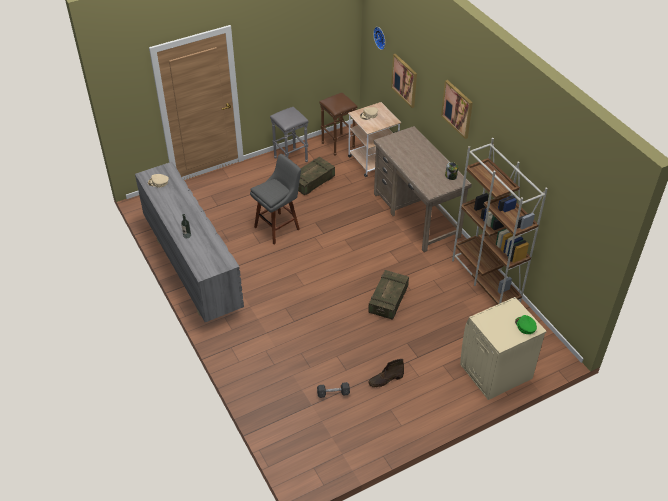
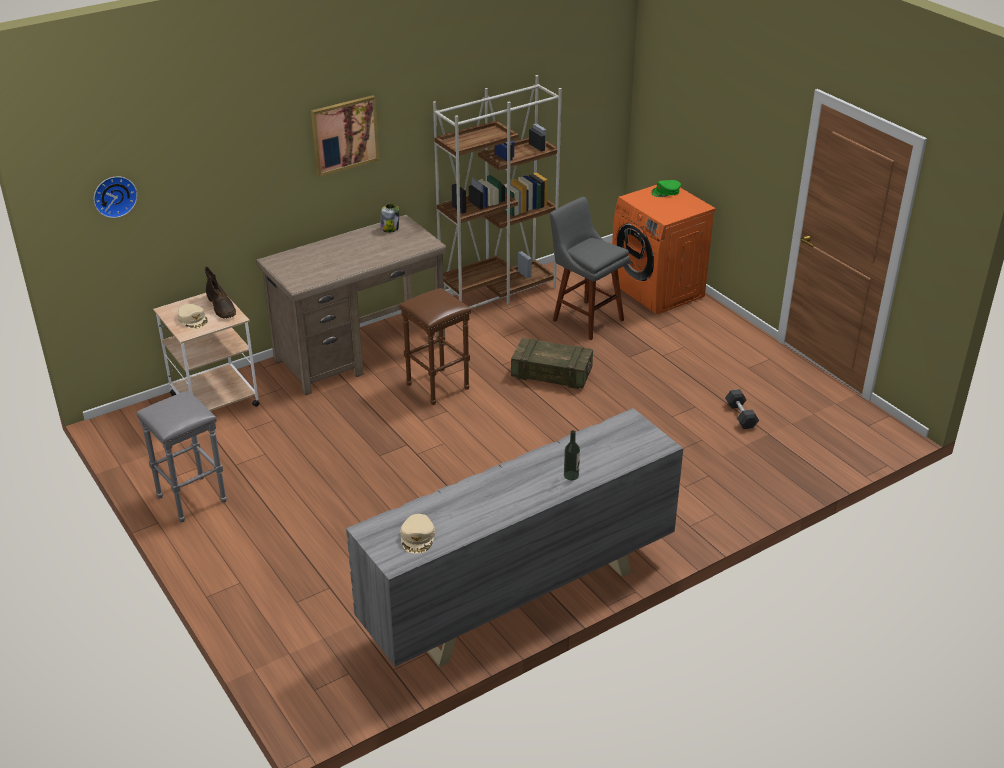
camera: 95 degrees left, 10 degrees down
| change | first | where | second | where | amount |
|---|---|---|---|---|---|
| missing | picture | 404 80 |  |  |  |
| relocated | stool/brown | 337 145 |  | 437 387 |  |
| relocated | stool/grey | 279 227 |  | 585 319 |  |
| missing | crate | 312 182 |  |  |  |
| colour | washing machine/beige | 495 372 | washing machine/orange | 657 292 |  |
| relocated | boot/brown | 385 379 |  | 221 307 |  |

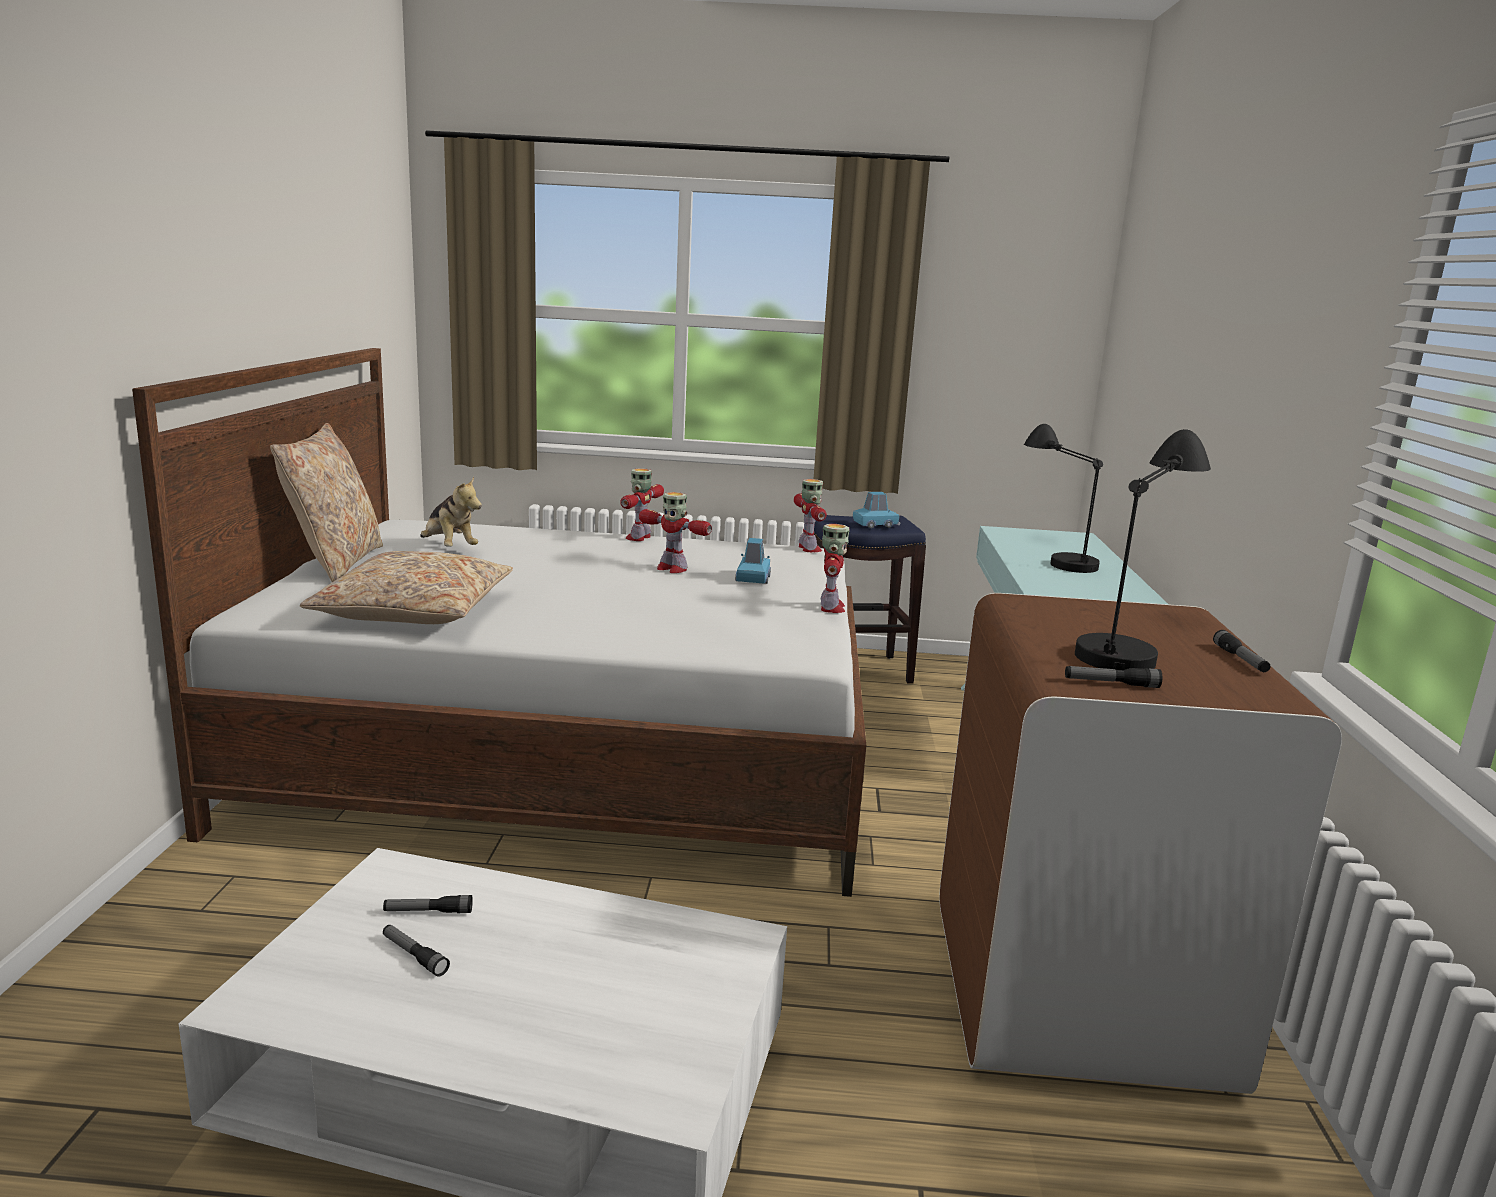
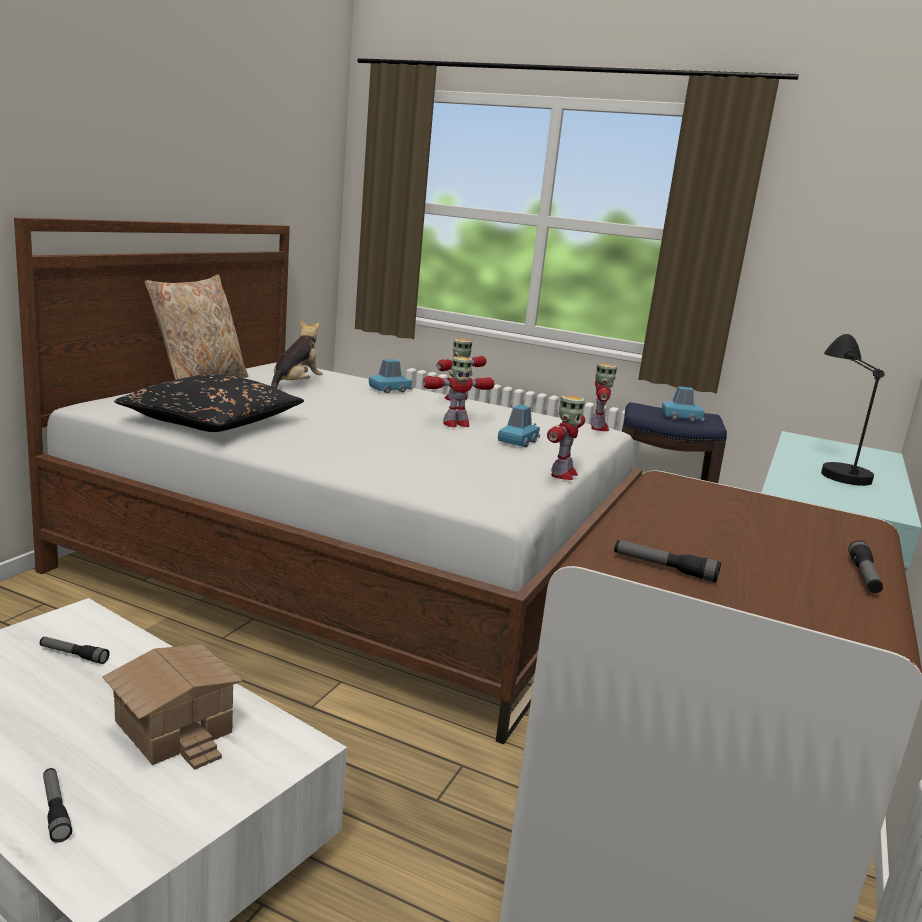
camera: 20 degrees right, 0 degrees up
| change | first | where | second | where | amount |
|---|---|---|---|---|---|
| missing | table lamp/black | 1131 640 |  |  |  |
| spun | plush toy | 449 548 |  | 295 385 | 135 degrees counterclockwise |
| spun | toy robot | 671 568 |  | 455 424 | 75 degrees counterclockwise |
| colour | pillow/beige | 414 610 | pillow/black | 212 421 |  |
| relocated | flashlight | 414 956 |  | 55 810 |  |
| appeared |  |  | toy car/blue | 390 390 |  |
| appeared |  |  | toy house | 175 726 |  |

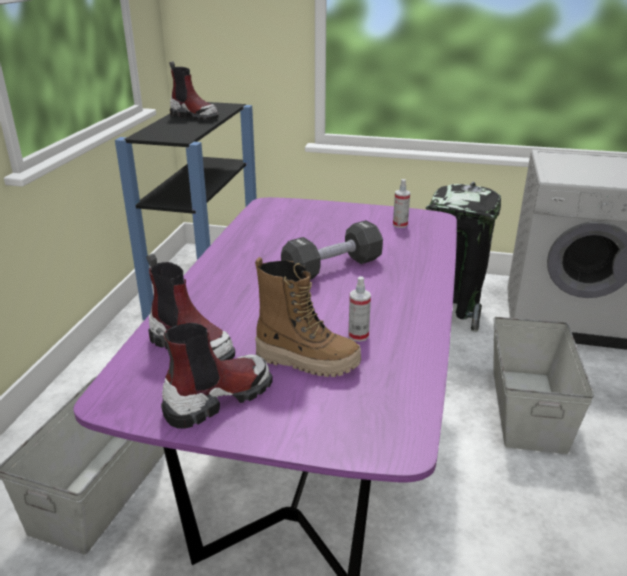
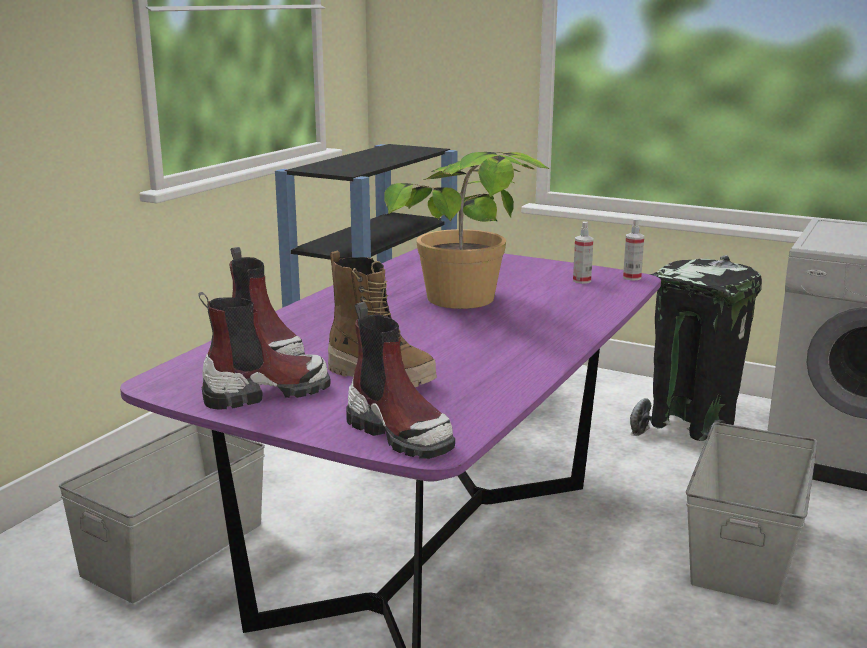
camera: 15 degrees right, 10 degrees down
| change | first | where | second | where | amount |
|---|---|---|---|---|---|
| relocated | boot | 194 116 |  | 400 433 |  |
| exchanged | dumbbell/black | 332 268 | potted plant | 468 310 |  |
| relocated | spray bottle | 358 336 |  | 632 277 |  |

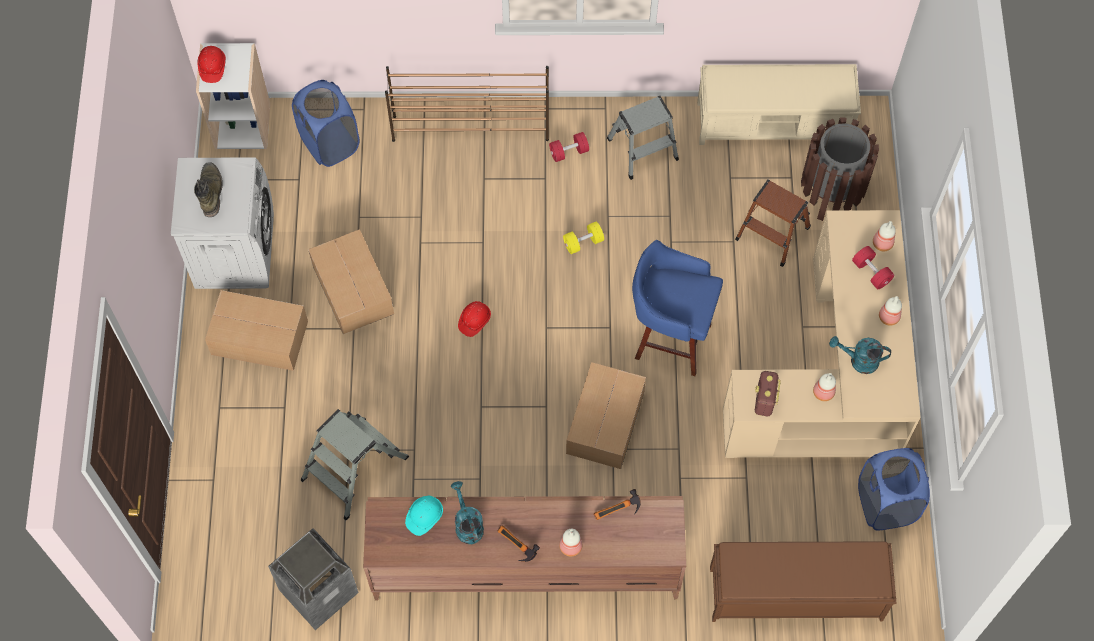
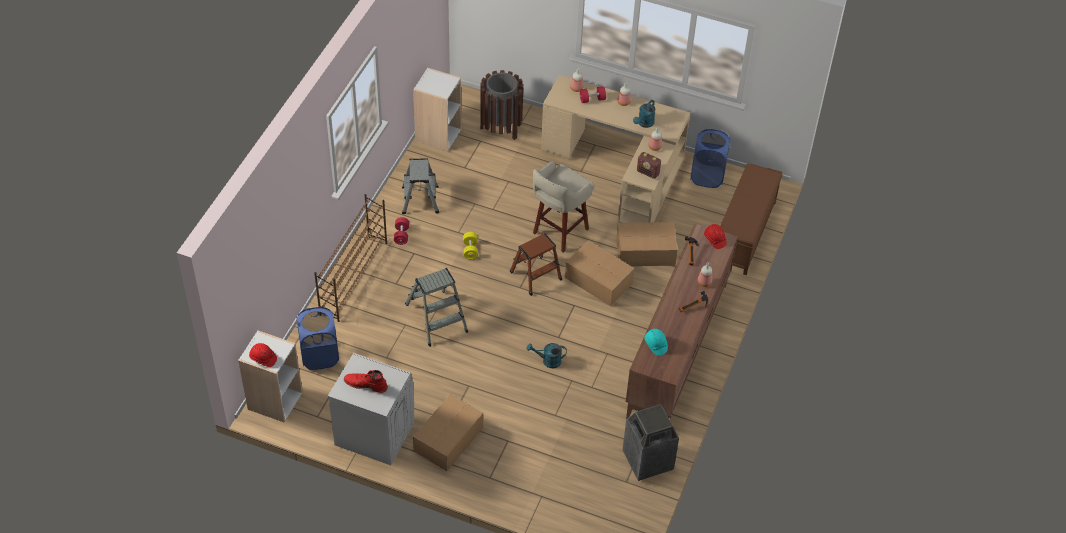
camera: 70 degrees left, 15 degrees down
| change | first | where | second | where | amount |
|---|---|---|---|---|---|
| exchanged | bench/beige | 774 122 | bookcase | 438 135 |  |
| colour | boot/green | 211 191 | boot/red | 365 384 |  |
| relocated | step ladder/brown | 772 232 |  | 535 275 |  |
| relocated | cardboard box | 353 288 |  | 644 251 |  |
| colour | stool/blue | 669 340 | stool/beige | 559 232 |  |
| relocated | hard hat/red | 474 321 |  | 714 239 |  |
| relocated | step ladder/grey | 355 468 |  | 436 317 |  |
| relocated | watering can/turquoise | 467 524 |  | 548 361 |  |

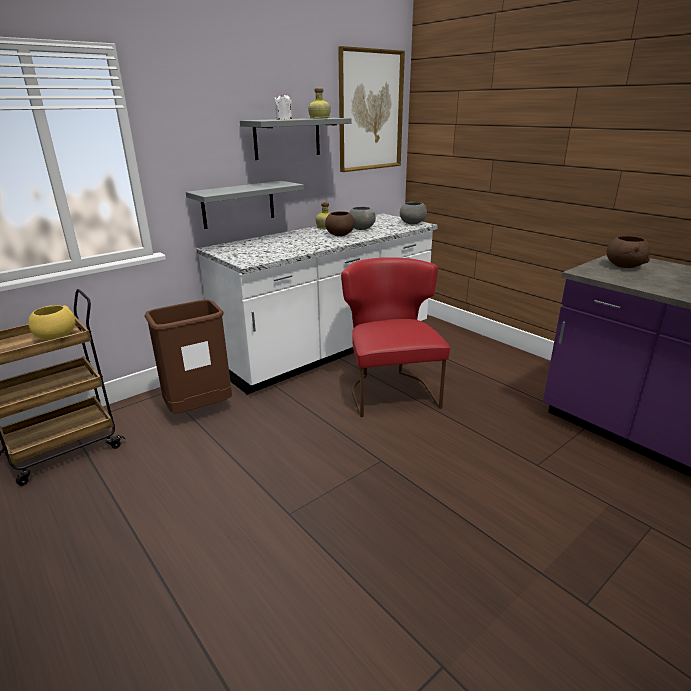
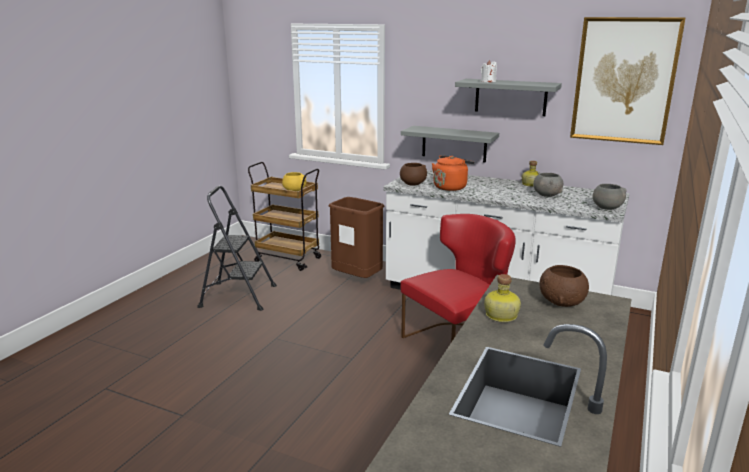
camera: 65 degrees right, 5 degrees down
| change | first | where | second | where | amount |
|---|---|---|---|---|---|
| relocated | bottle | 319 118 |  | 500 315 |  |
| relocated | bowl/brown | 340 235 |  | 412 184 |  |
| appeared |  |  | kettle/orange | 451 187 |  |
| appeared |  |  | step ladder/black | 236 295 |  |

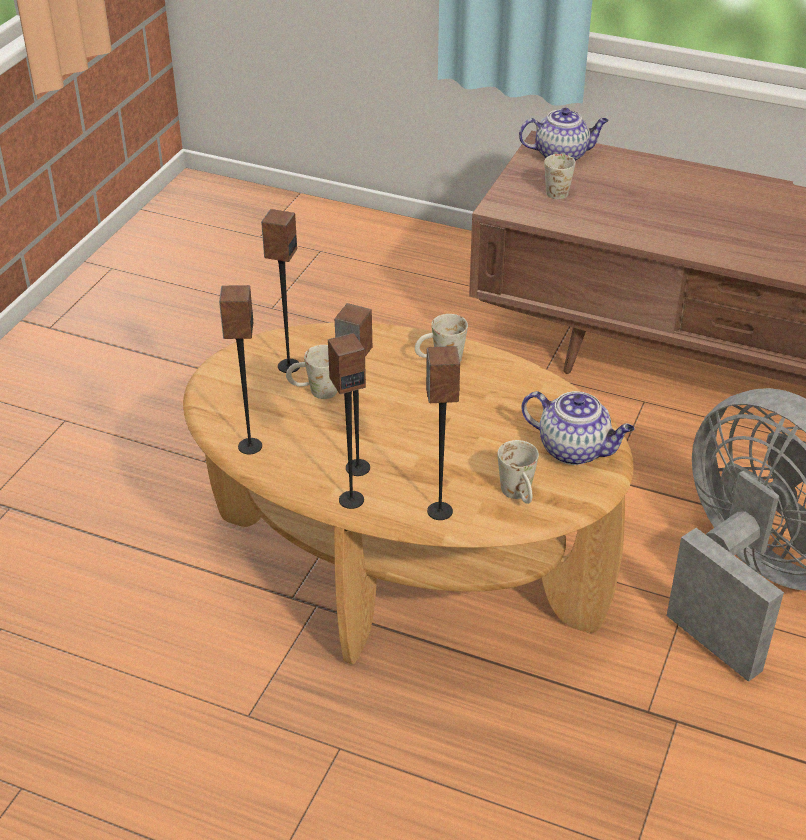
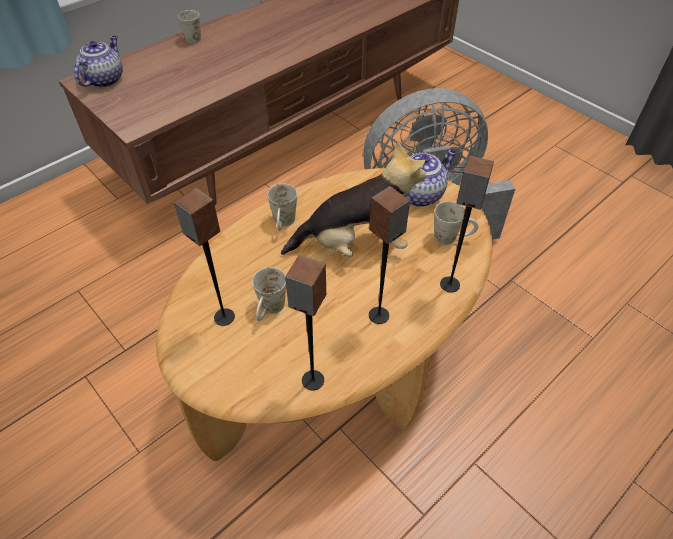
camera: 65 degrees left, 10 degrees up
| change | first | where | second | where | amount |
|---|---|---|---|---|---|
| relocated | mug/white | 559 190 |  | 190 37 |  |
| missing | speaker | 351 499 |  |  |  |
| appeared |  |  | plush toy | 355 244 |  |

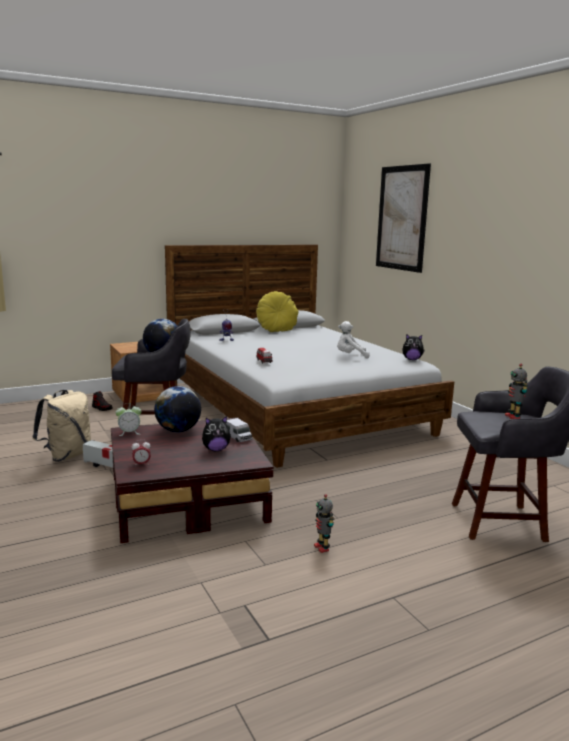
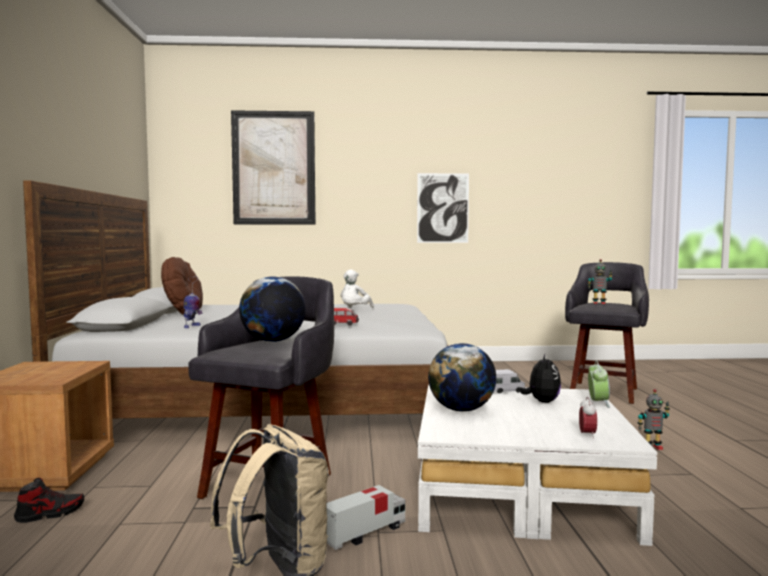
camera: 65 degrees left, 10 degrees down
| change | first | where | second | where | amount |
|---|---|---|---|---|---|
| colour | pillow/yellow | 276 331 | pillow/brown | 183 313 |  |
| missing | plush toy | 412 359 |  |  |  |
| relocated | alarm clock | 129 433 |  | 598 403 |  |
| colour | coffee table/brown | 188 497 | coffee table/white | 518 488 |  |
| appeared |  |  | picture | 443 208 |  |

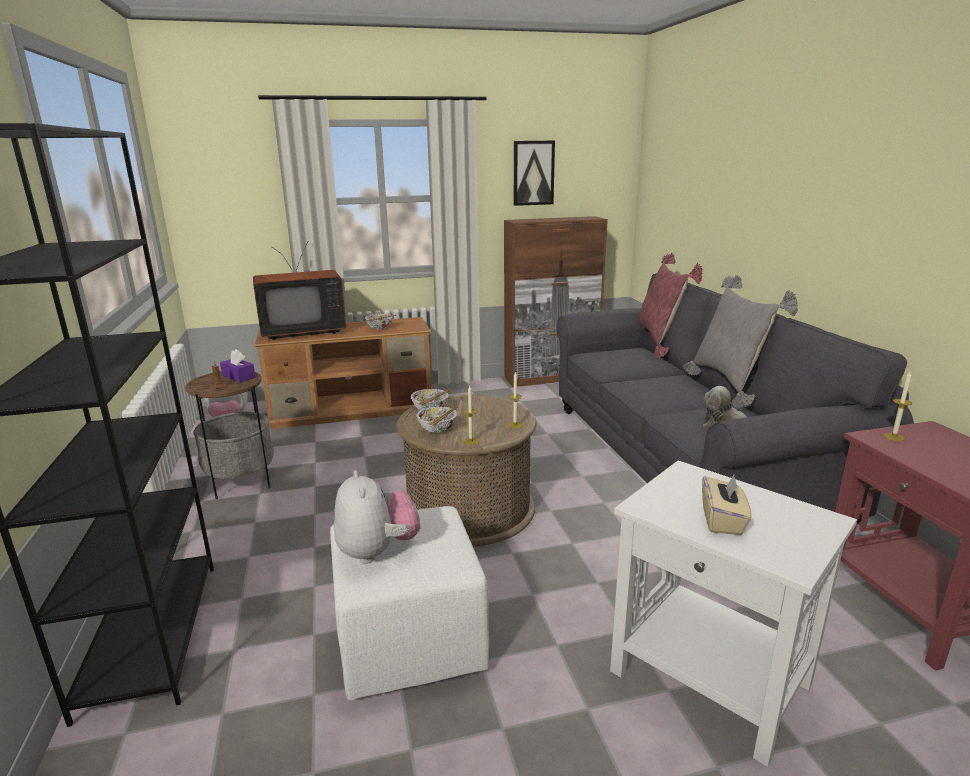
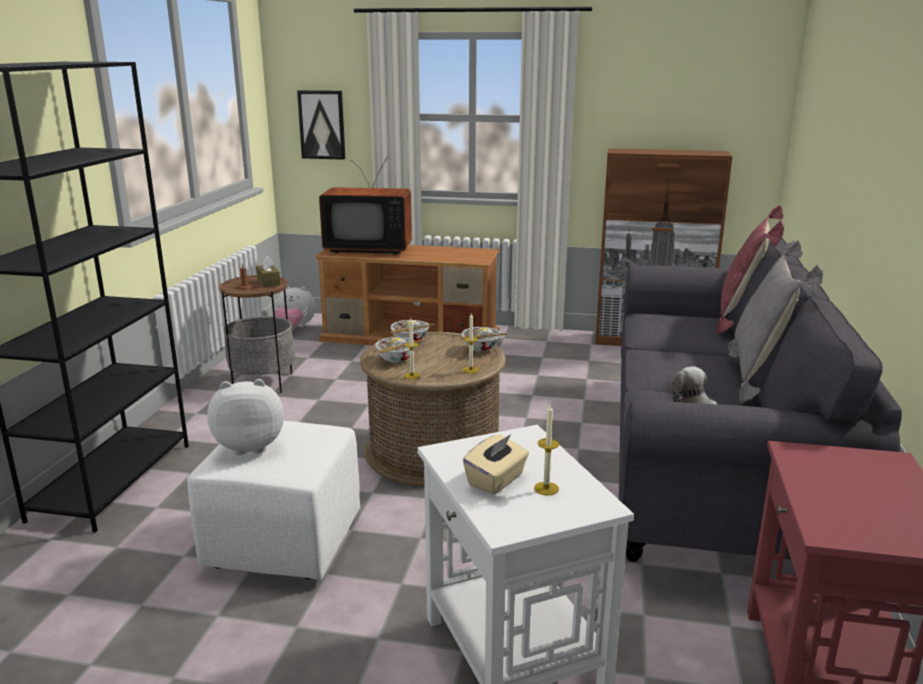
camera: 25 degrees right, 0 degrees up
| change | first | where | second | where | amount |
|---|---|---|---|---|---|
| relocated | picture | 533 173 |  | 322 124 |  |
| relocated | bowl | 380 328 |  | 481 349 |  |
| colour | tissue box/purple | 238 376 | tissue box/brown | 268 282 |  |
| relocated | candle | 894 437 |  | 546 488 |  |
| spun | plush toy | 377 551 |  | 250 446 | 105 degrees counterclockwise |

